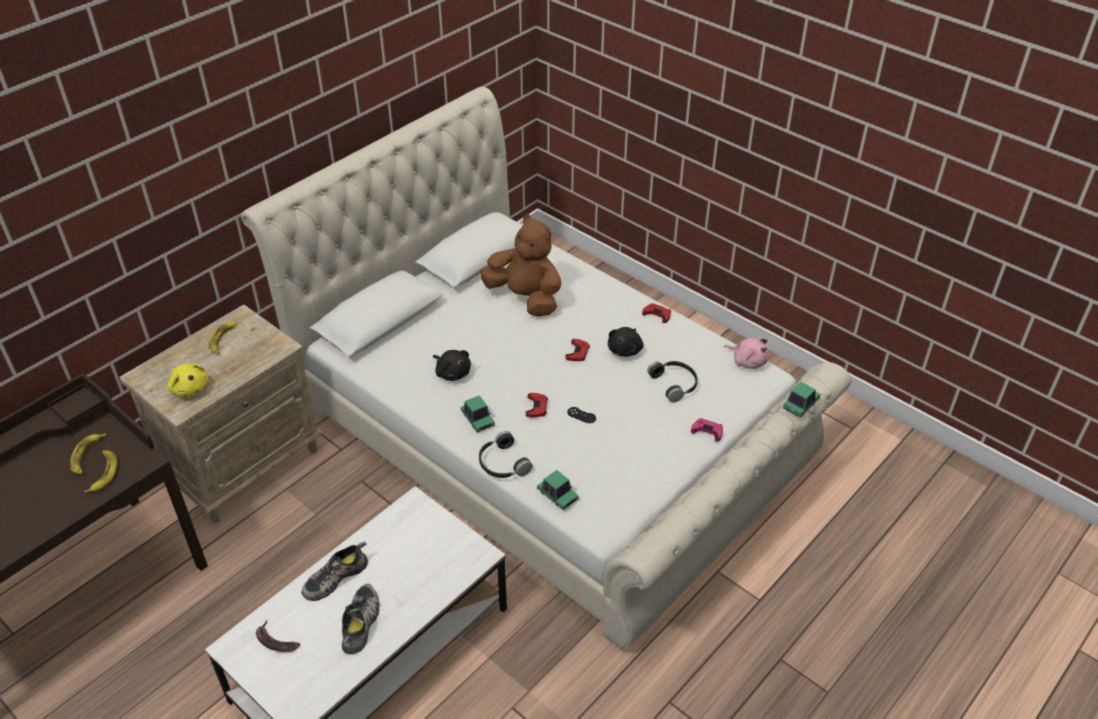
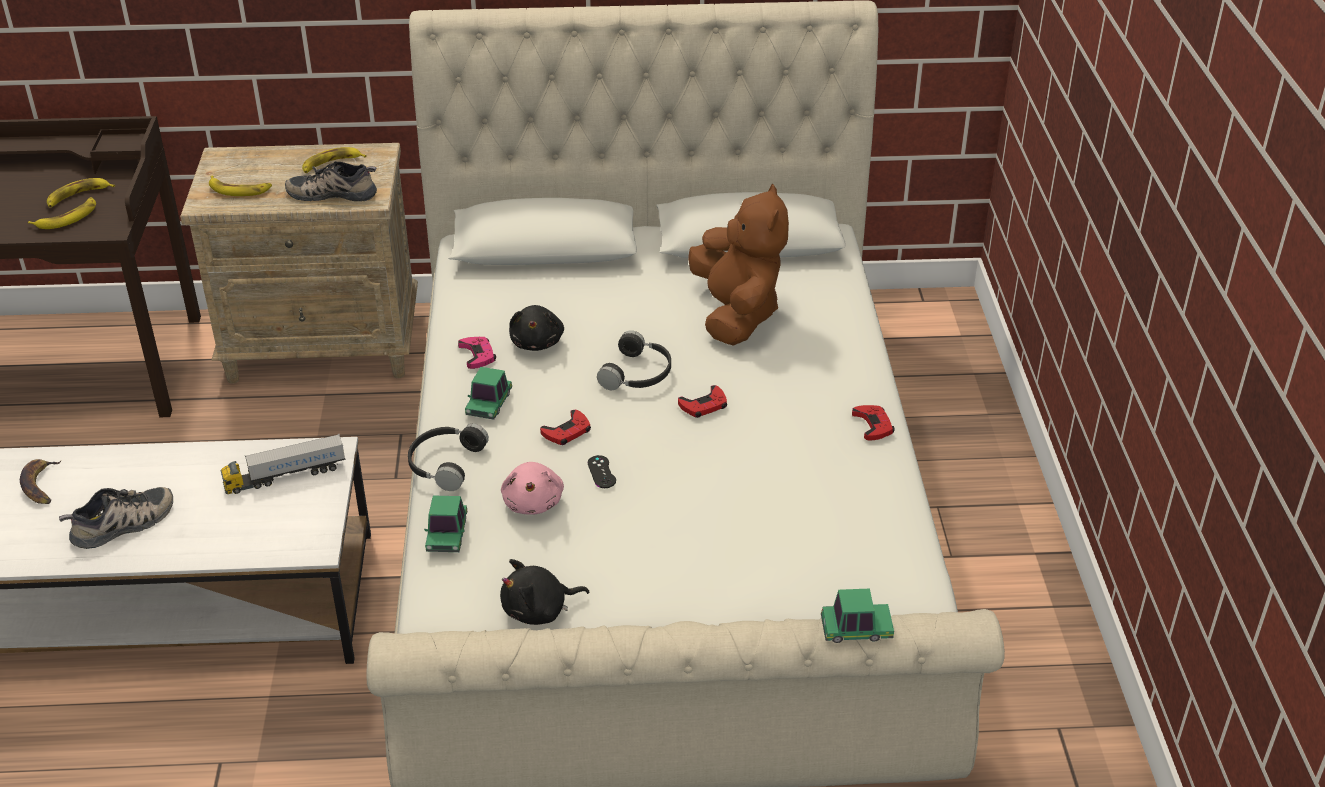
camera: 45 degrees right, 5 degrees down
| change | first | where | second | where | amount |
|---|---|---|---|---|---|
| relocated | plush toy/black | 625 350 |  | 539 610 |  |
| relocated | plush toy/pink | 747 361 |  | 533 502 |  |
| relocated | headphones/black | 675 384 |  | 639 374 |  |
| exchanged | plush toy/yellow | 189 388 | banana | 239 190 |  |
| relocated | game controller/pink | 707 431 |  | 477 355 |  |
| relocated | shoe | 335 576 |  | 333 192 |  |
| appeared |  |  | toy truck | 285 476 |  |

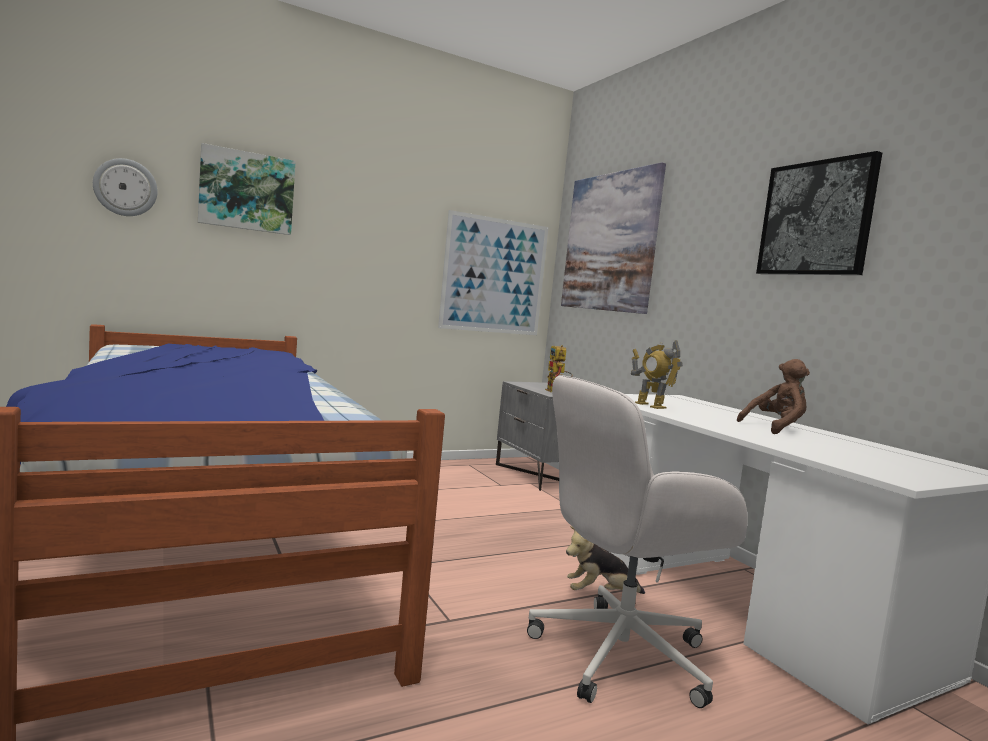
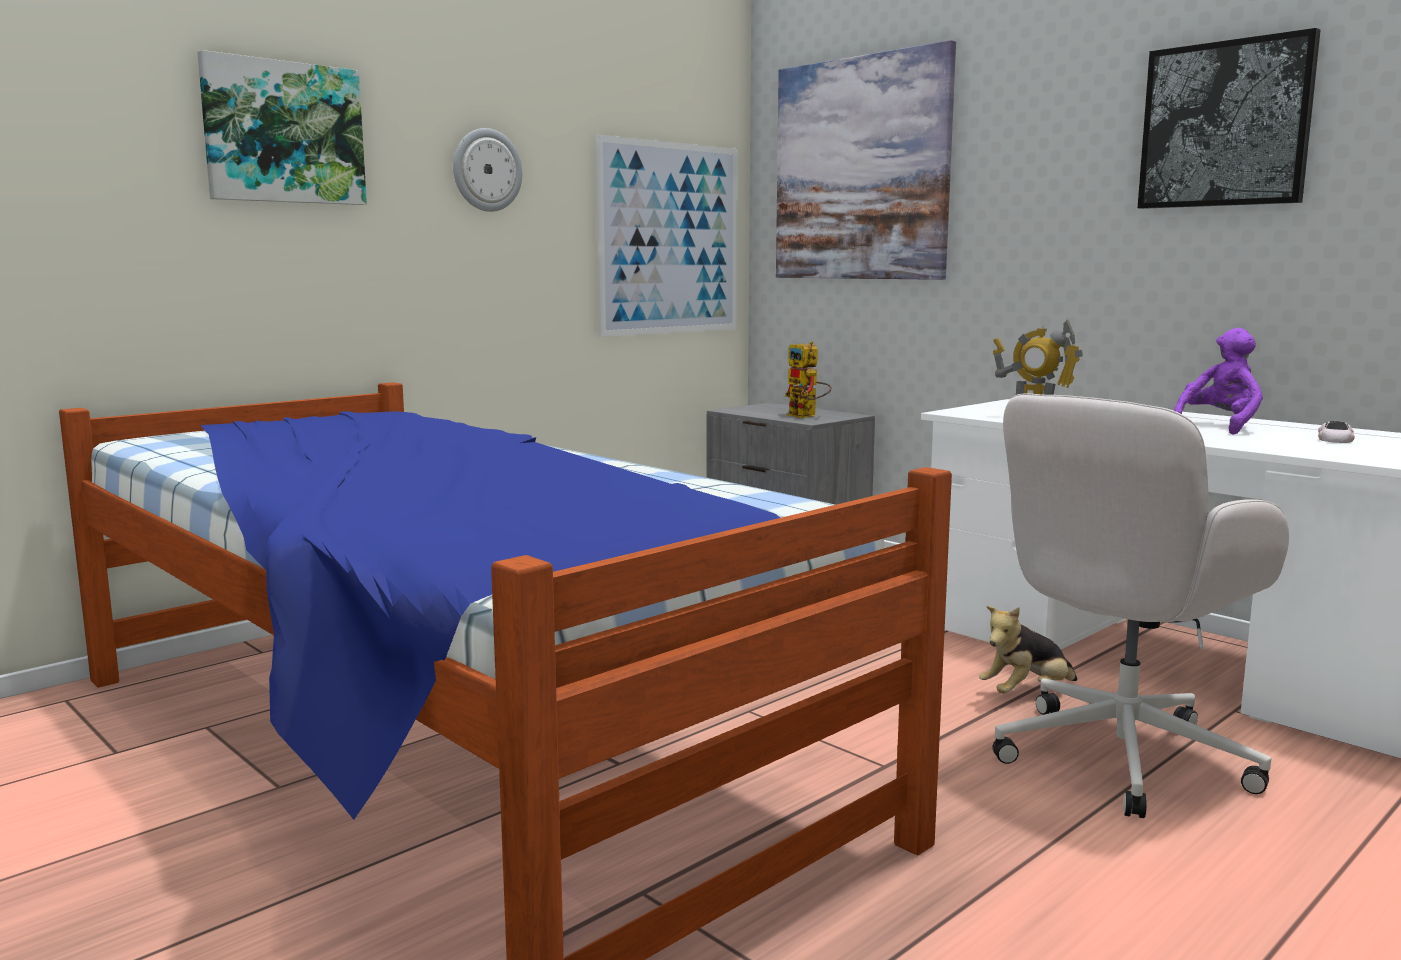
camera: 15 degrees left, 5 degrees up
| change | first | where | second | where | amount |
|---|---|---|---|---|---|
| relocated | wall clock | 125 187 |  | 486 170 |  |
| colour | plush toy/brown | 776 428 | plush toy/purple | 1219 426 |  |
| appeared |  |  | toy car/white | 1335 439 |  |

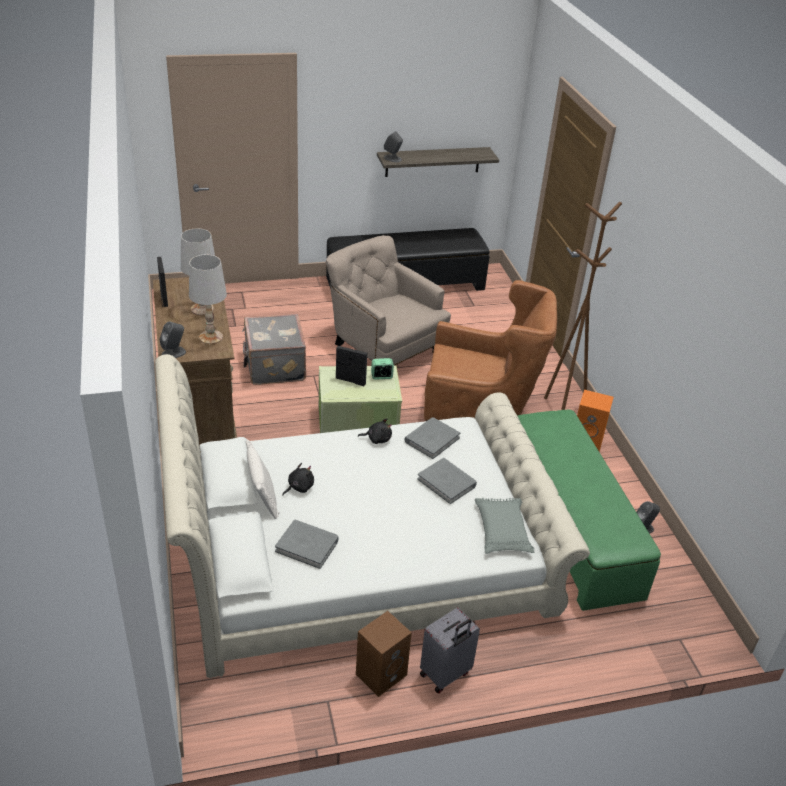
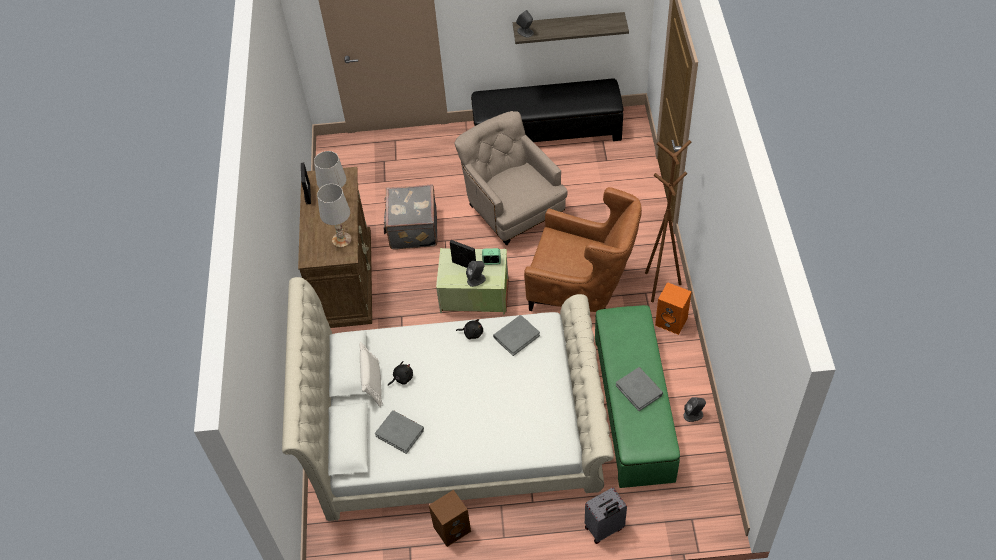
camera: 15 degrees right, 15 degrees up
| change | first | where | second | where | amount |
|---|---|---|---|---|---|
| relocated | speaker/grey | 174 353 |  | 476 280 |  |
| relocated | book/grey | 447 482 |  | 639 390 |  |
| missing | pillow/grey | 502 529 |  |  |  |
| relocated | suitcase/grey | 446 674 |  | 604 529 |  |

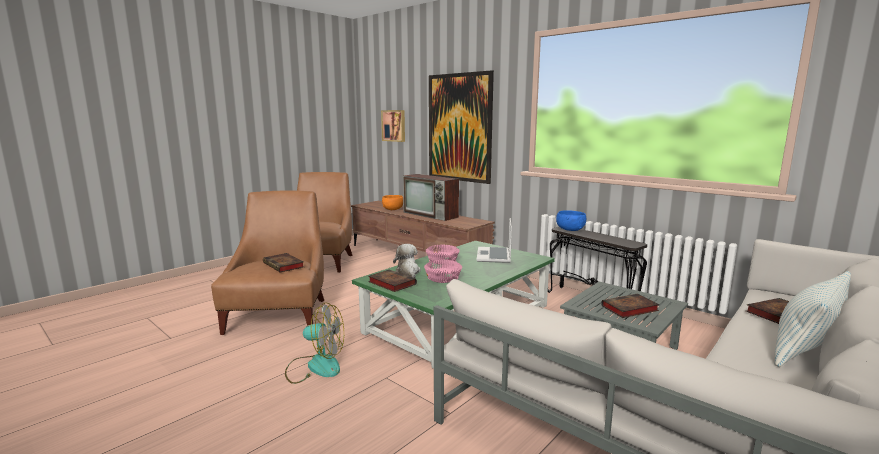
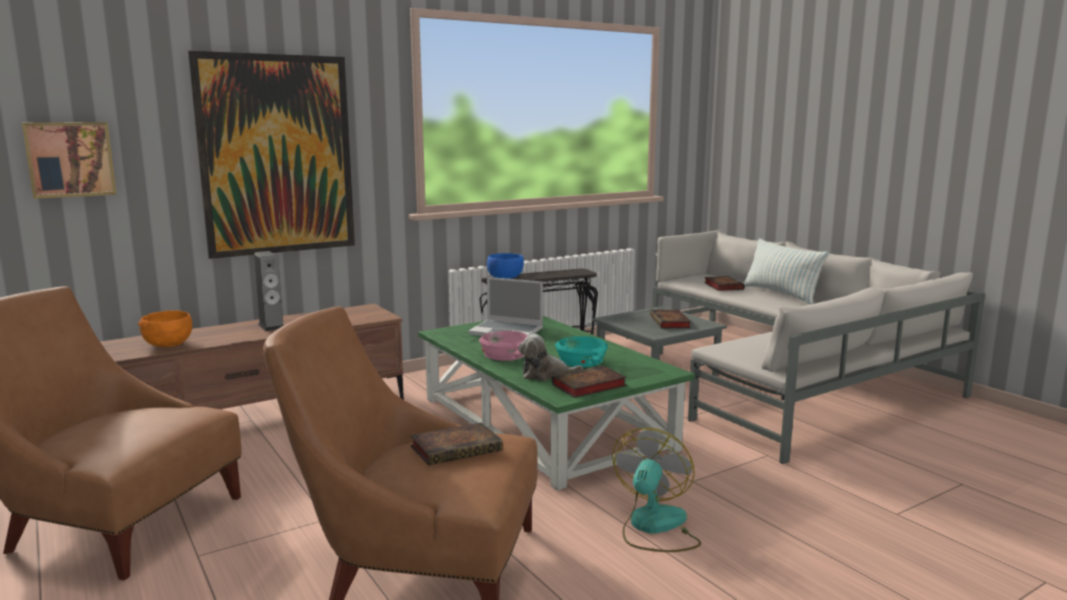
camera: 75 degrees left, 0 degrees up
| change | first | where | second | where | amount |
|---|---|---|---|---|---|
| exchanged | television | 431 215 | speaker | 271 326 |  |
| colour | bowl/pink | 442 278 | bowl/turquoise | 580 361 |  |

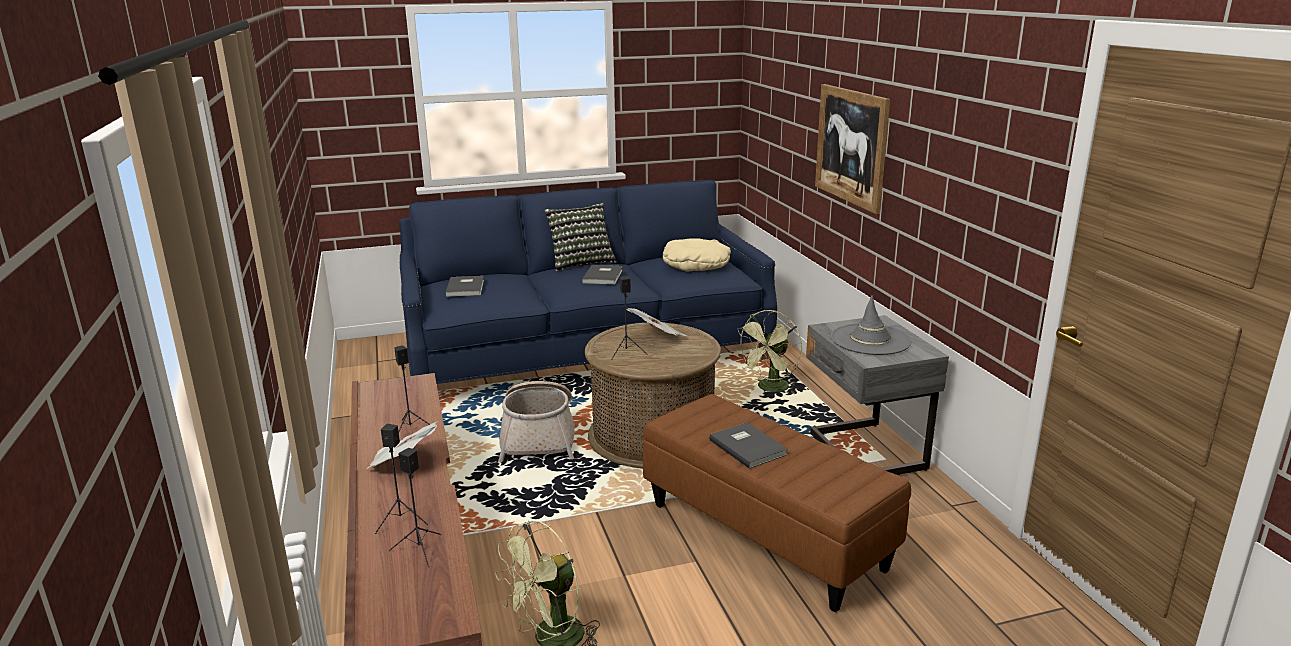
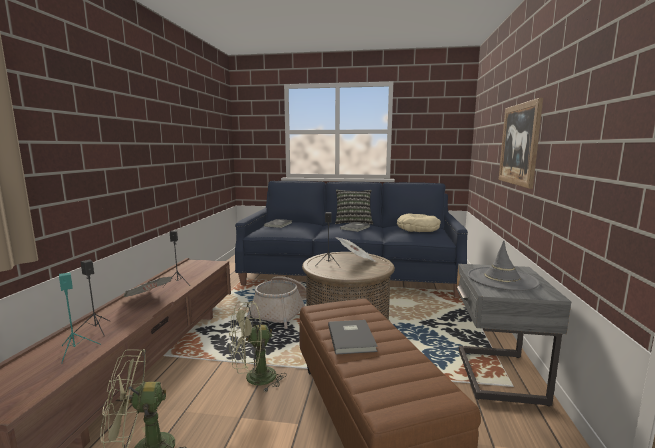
camera: 25 degrees right, 10 degrees down
| change | first | where | second | where | amount |
|---|---|---|---|---|---|
| relocated | fan/green | 770 389 |  | 254 379 |  |
| colour | speaker/black | 420 550 | speaker/turquoise | 75 351 |  |

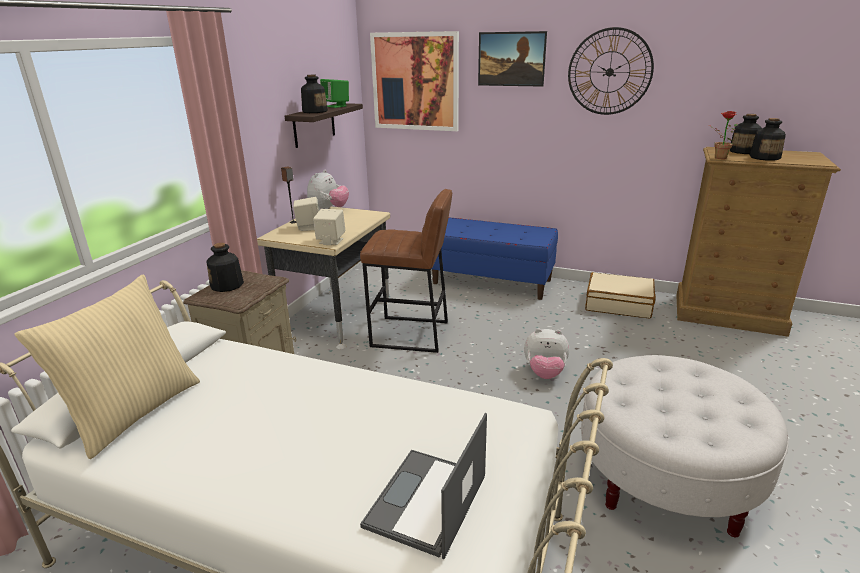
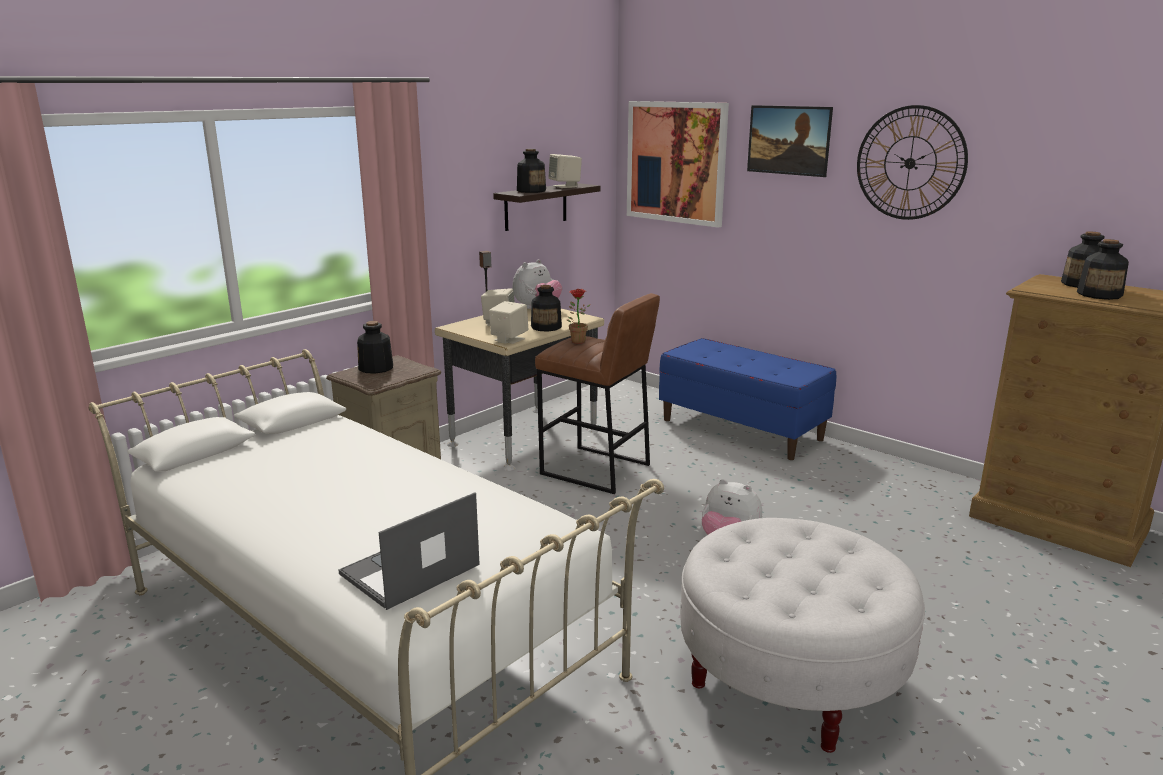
camera: 20 degrees right, 5 degrees down
| change | first | where | second | where | amount |
|---|---|---|---|---|---|
| colour | speaker/green | 336 106 | speaker/beige | 565 186 |  |
| relocated | potted plant | 717 157 |  | 576 341 |  |
| missing | suitcase/beige | 618 304 |  |  |  |
| missing | pillow/beige | 134 411 |  |  |  |
| appeared |  |  | bottle | 546 327 |  |

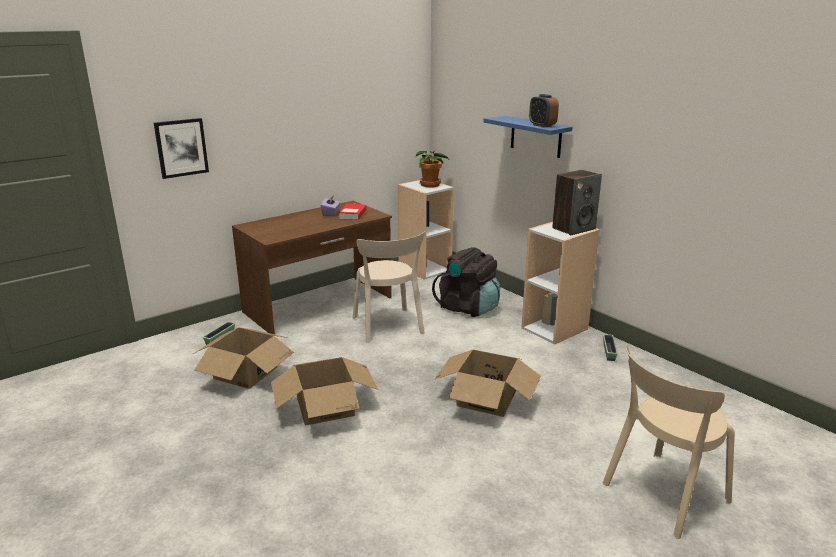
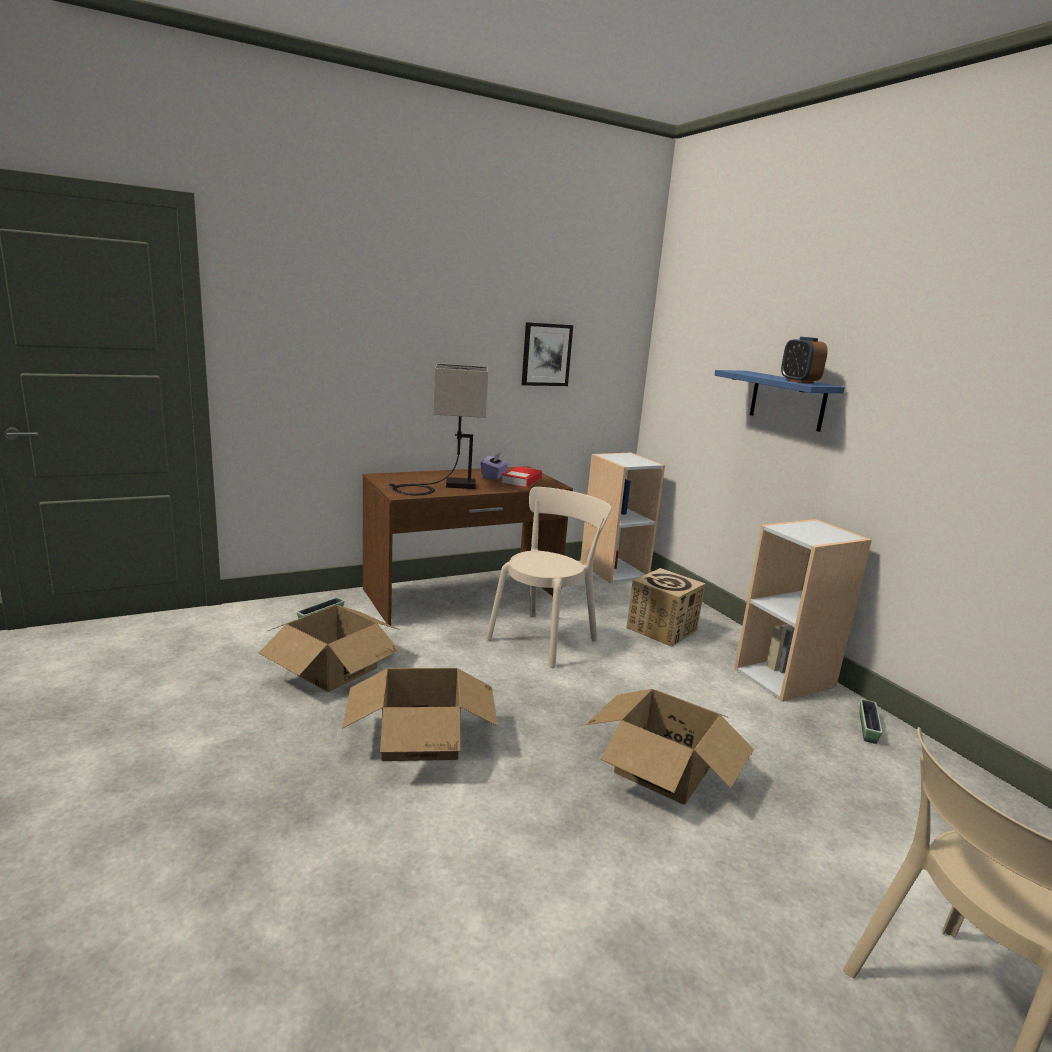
camera: 10 degrees right, 5 degrees down
| change | first | where | second | where | amount |
|---|---|---|---|---|---|
| relocated | picture | 181 147 |  | 546 354 |  |
| missing | potted plant | 431 185 |  |  |  |
| missing | speaker | 573 228 |  |  |  |
| spun | chair/beige | 388 327 |  | 545 638 | 135 degrees counterclockwise |
| exchanged | backpack/black | 468 308 | cardboard box | 662 629 |  |
| appeared |  |  | table lamp | 440 487 |  |

